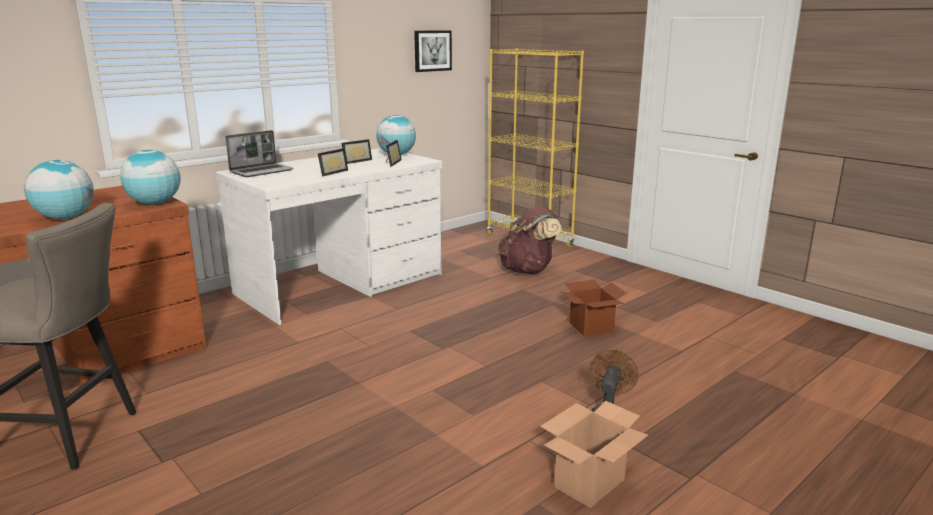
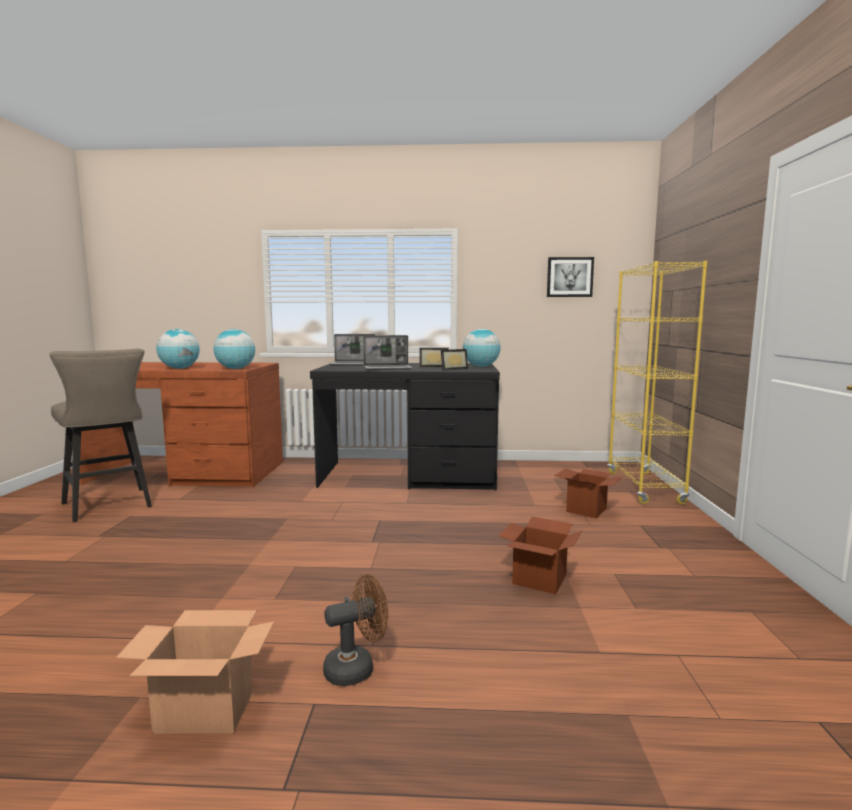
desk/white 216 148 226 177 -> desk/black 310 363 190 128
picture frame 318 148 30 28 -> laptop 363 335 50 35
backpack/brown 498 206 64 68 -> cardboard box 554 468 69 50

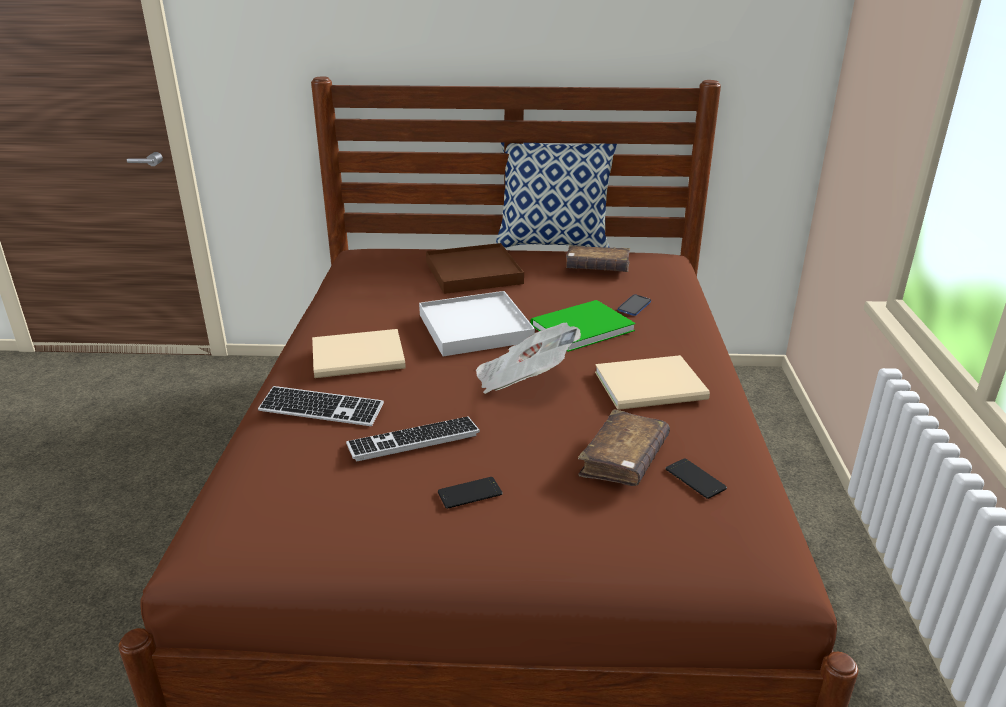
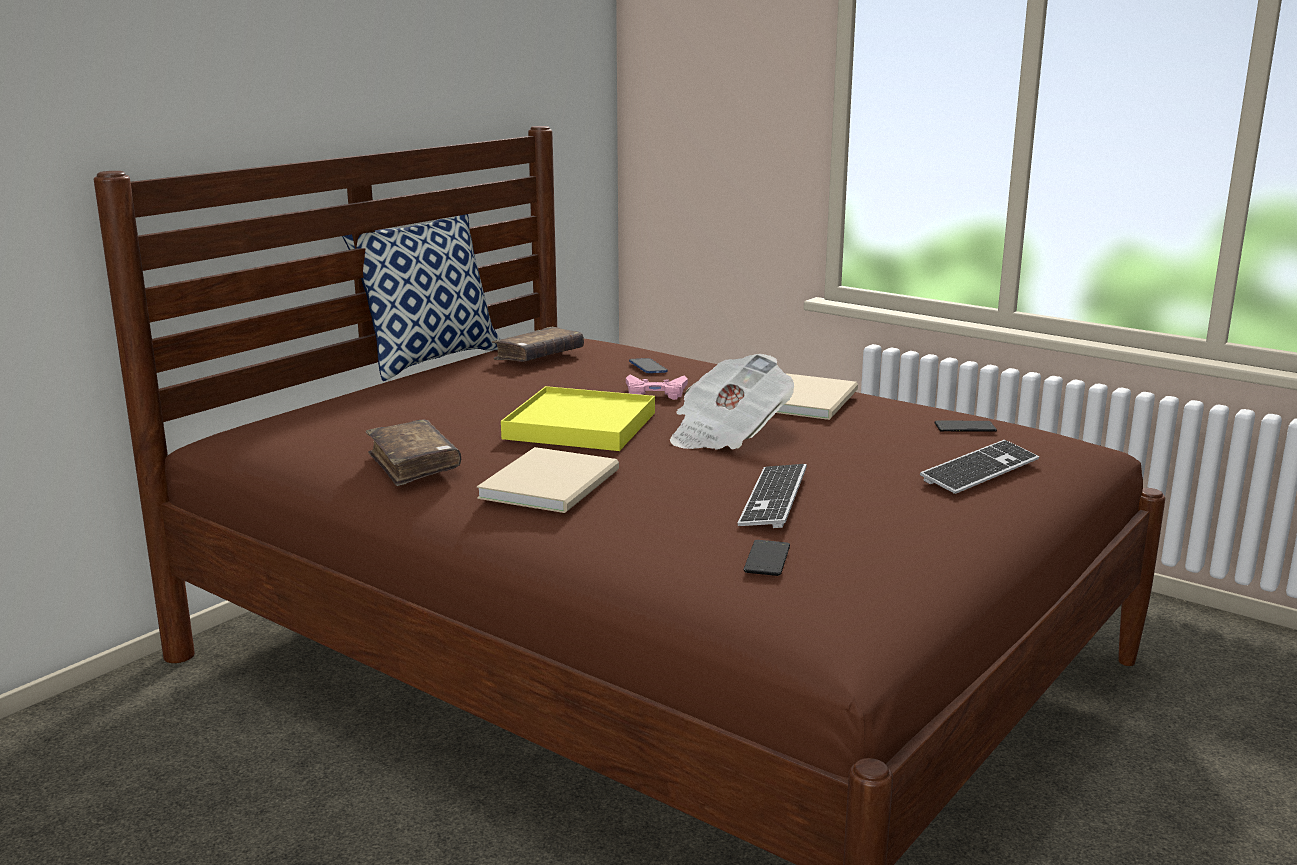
book/brown 578 410 92 76 -> book/brown 366 419 95 67, moved
tray/white 419 291 116 65 -> tray/yellow 501 386 154 65
book/green 531 300 105 52 -> game controller/pink 626 374 62 26
phone 438 477 65 32 -> phone 744 540 46 36, moved
keyboard 258 386 126 40 -> keyboard 920 440 119 54, moved
tray/brown 426 243 98 51 -> none

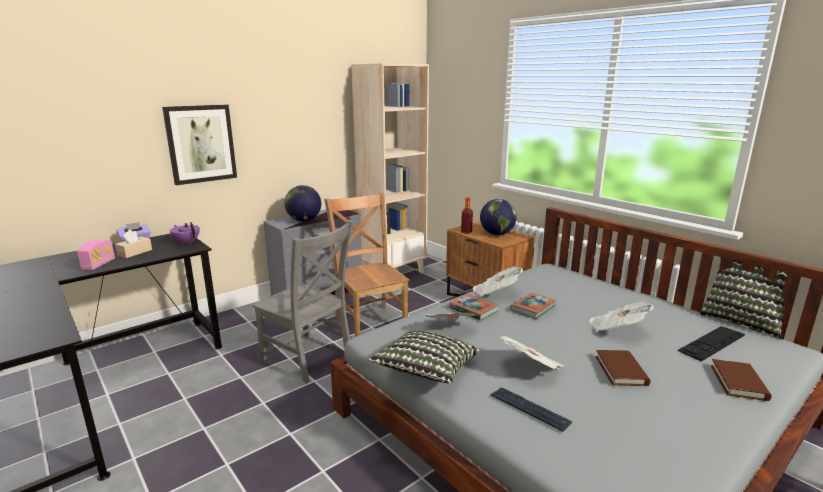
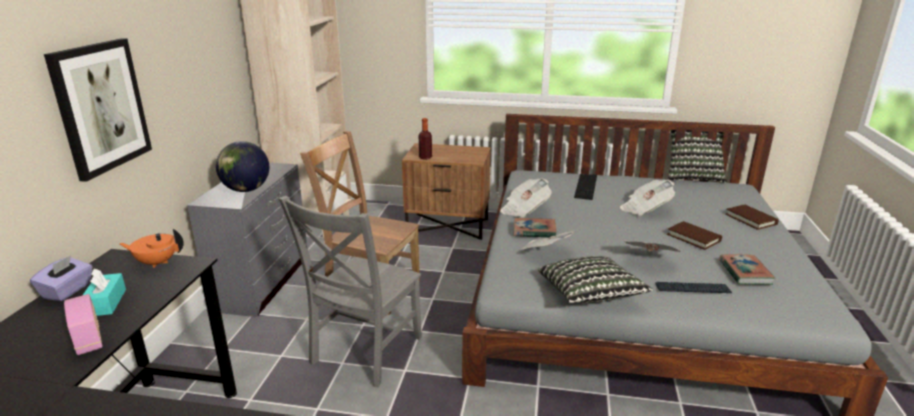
tissue box/beige 115 230 37 28 -> tissue box/turquoise 83 268 43 48
teapot/purple 170 222 30 22 -> teapot/orange 120 229 64 39
chair/grey 252 220 102 163 -> chair/grey 279 196 143 191, 120 degrees clockwise
keyboard 677 326 68 35 -> keyboard 574 174 23 26, moved
book 510 293 46 26 -> book 719 254 56 31, moved
globe 480 199 37 36 -> none

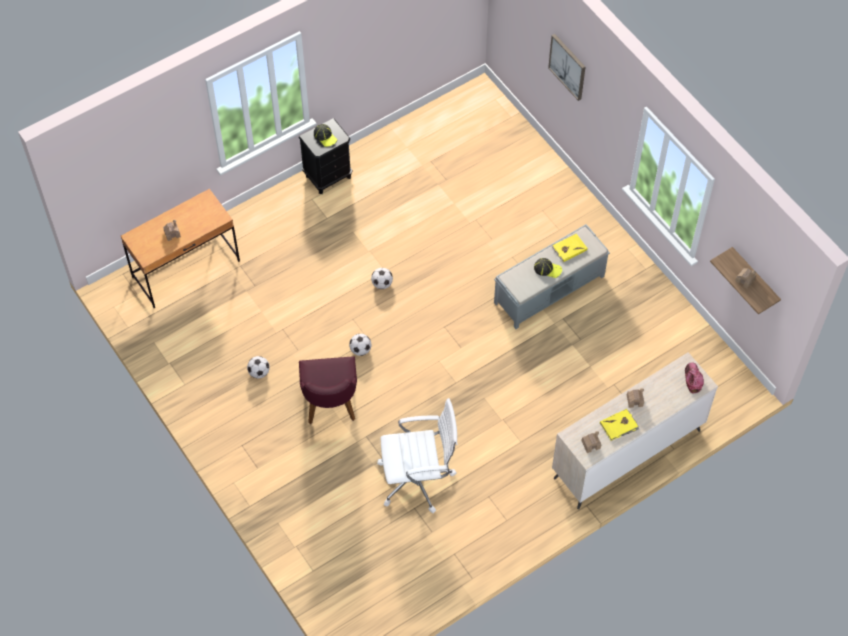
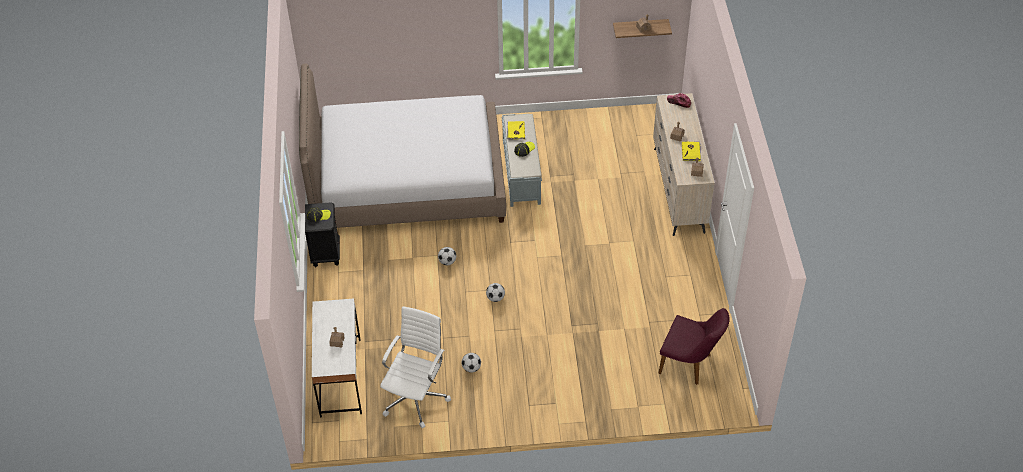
none -> bed 299 63 207 165
desk/brown 121 189 119 119 -> desk/white 312 299 50 118
office chair/white 377 398 81 115 -> office chair/white 380 306 71 122, moved
chair/purple 299 356 58 68 -> chair/purple 658 308 72 77, moved
picture 548 34 37 67 -> none

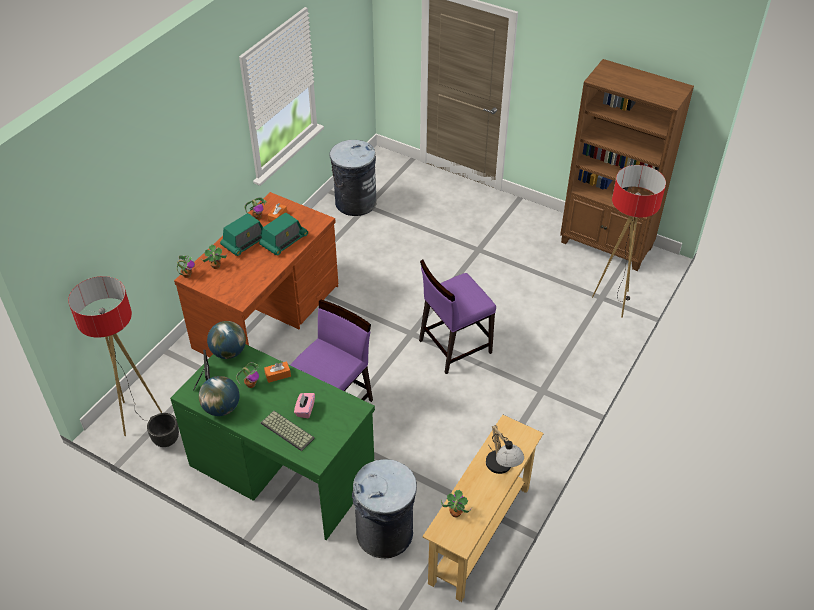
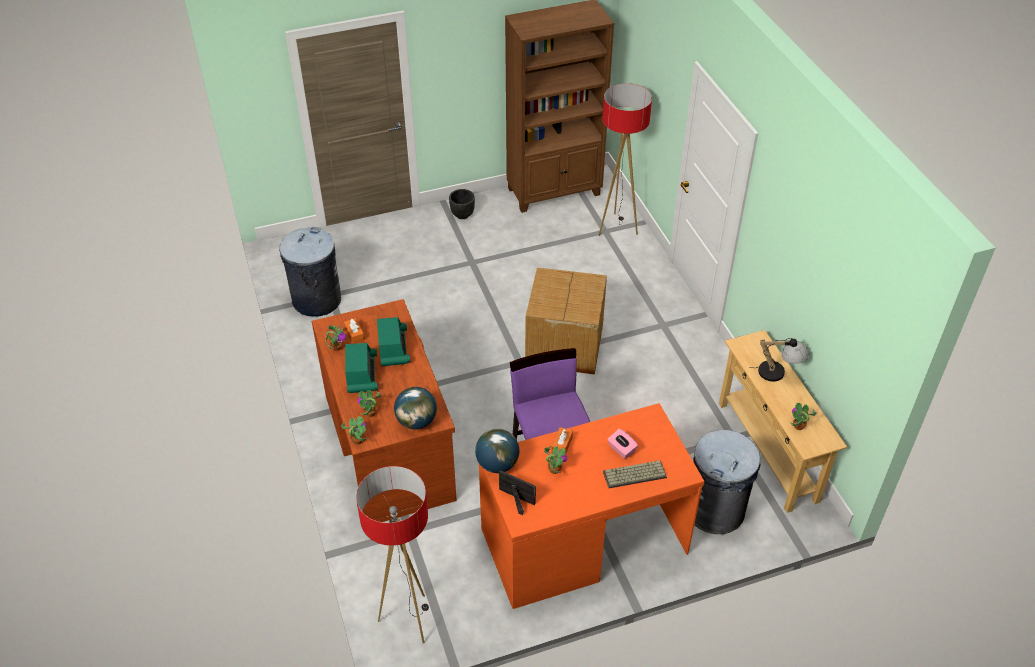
globe 199 376 40 40 -> globe 394 387 43 42, moved
planter/black 147 413 32 34 -> planter/black 449 189 26 30, moved
desk/green 170 344 205 196 -> desk/orange 479 403 225 206
chair/purple 419 260 77 114 -> cardboard box 525 267 82 108

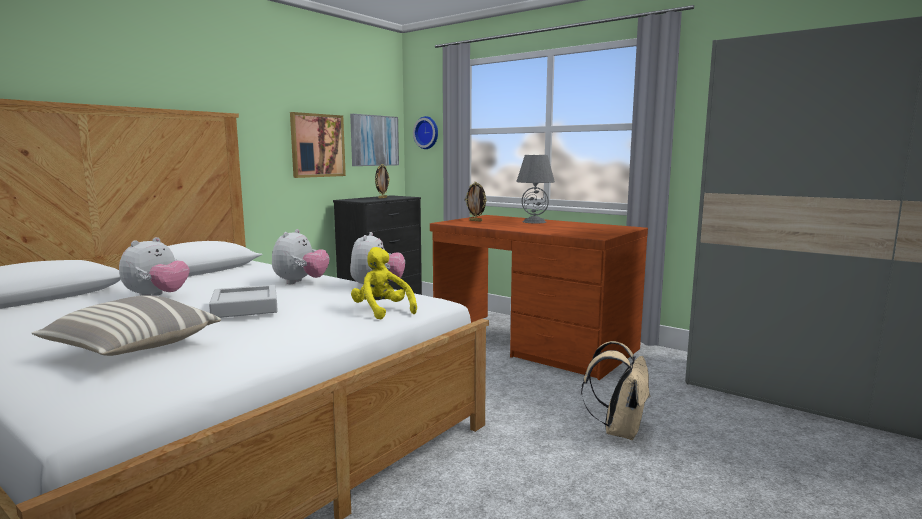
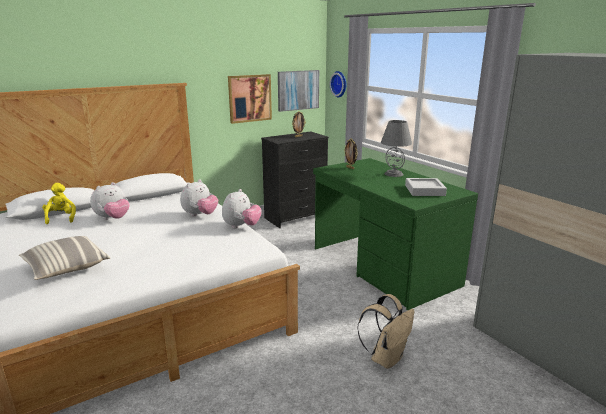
plush toy/yellow 351 247 66 73 -> plush toy/yellow 42 183 34 41, moved
desk/brown 430 215 218 165 -> desk/green 313 158 165 153
tray/grey 209 285 69 33 -> tray/grey 405 178 42 18, moved

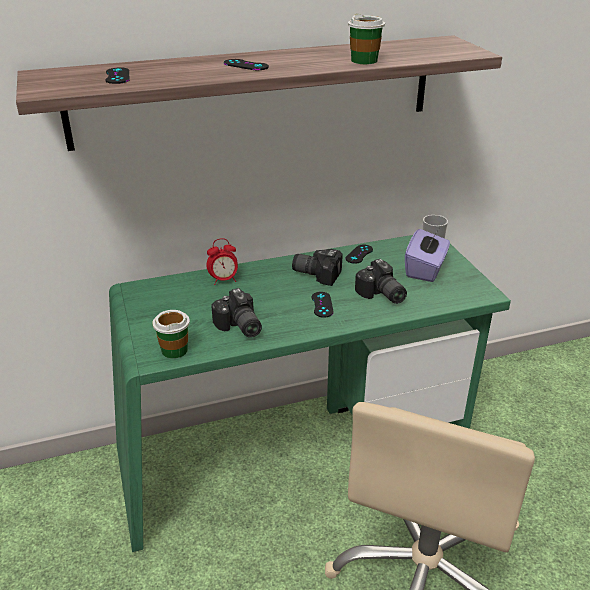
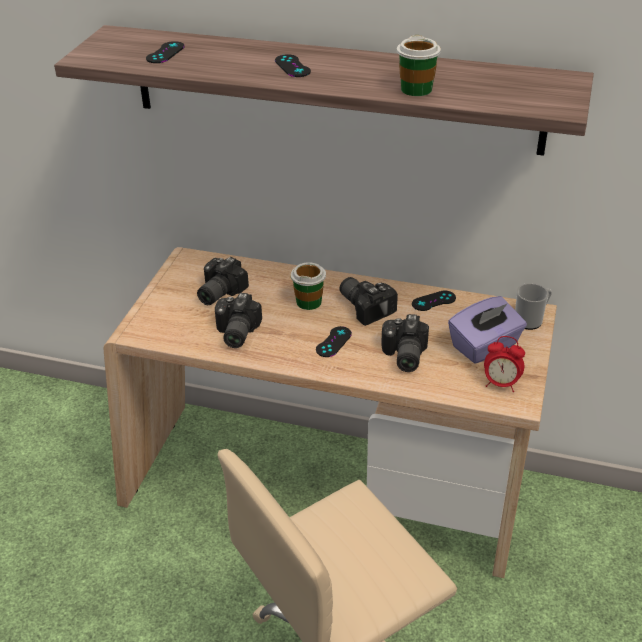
desk/green 109 235 402 317 -> desk/beige 104 247 453 331
none -> photo camera 197 257 52 48
cup 153 310 37 49 -> cup 291 262 35 48, moved
alarm clock 206 238 32 47 -> alarm clock 484 336 41 56, moved

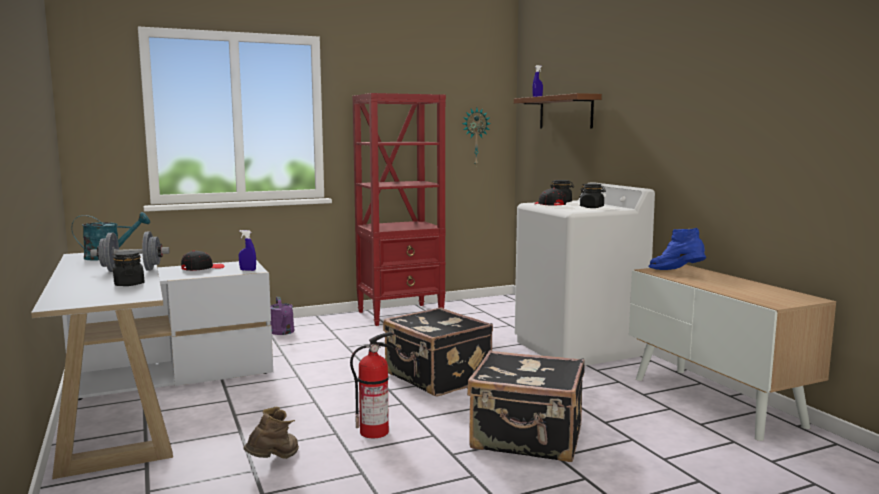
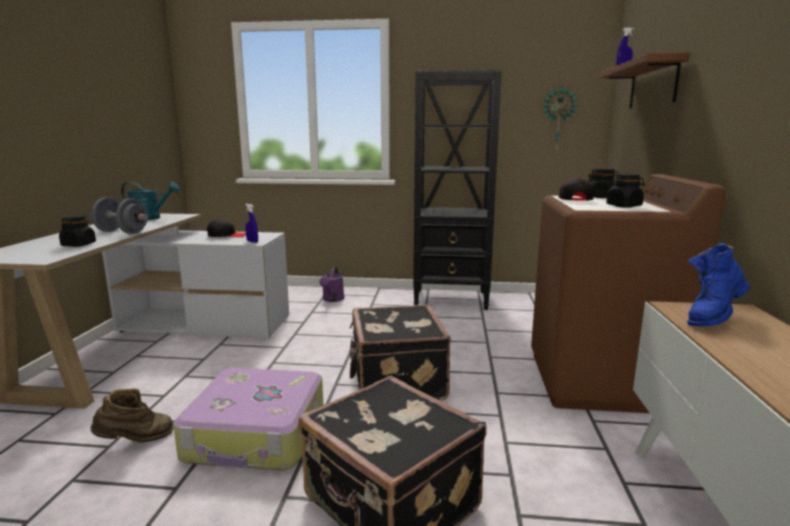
fire extinguisher 350 332 44 106 -> suitcase 173 368 150 102
bookcase/red 352 93 94 233 -> bookcase/black 413 70 89 240
washing machine/white 515 182 140 184 -> washing machine/brown 531 174 195 239
boot/blue 649 228 57 42 -> boot/blue 687 243 63 83, 105 degrees counterclockwise

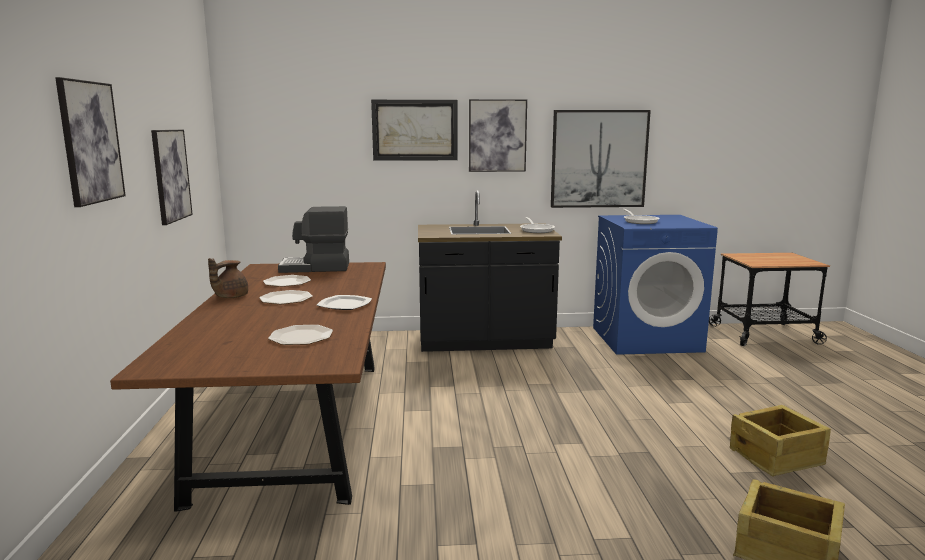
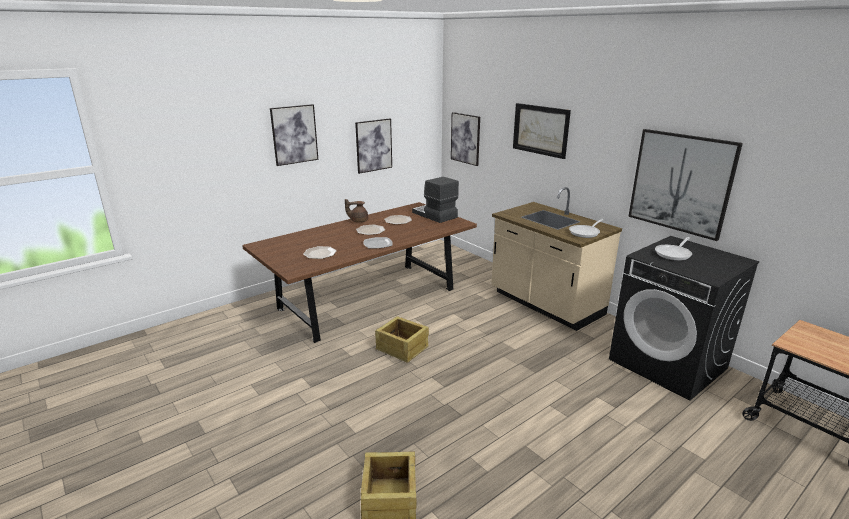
crate 730 405 101 72 -> crate 375 316 54 47, moved
picture 469 99 58 73 -> picture 451 112 29 54, moved
counter/black 418 190 144 162 -> counter/beige 491 187 131 144
washing machine/blue 593 215 125 140 -> washing machine/black 609 236 150 165

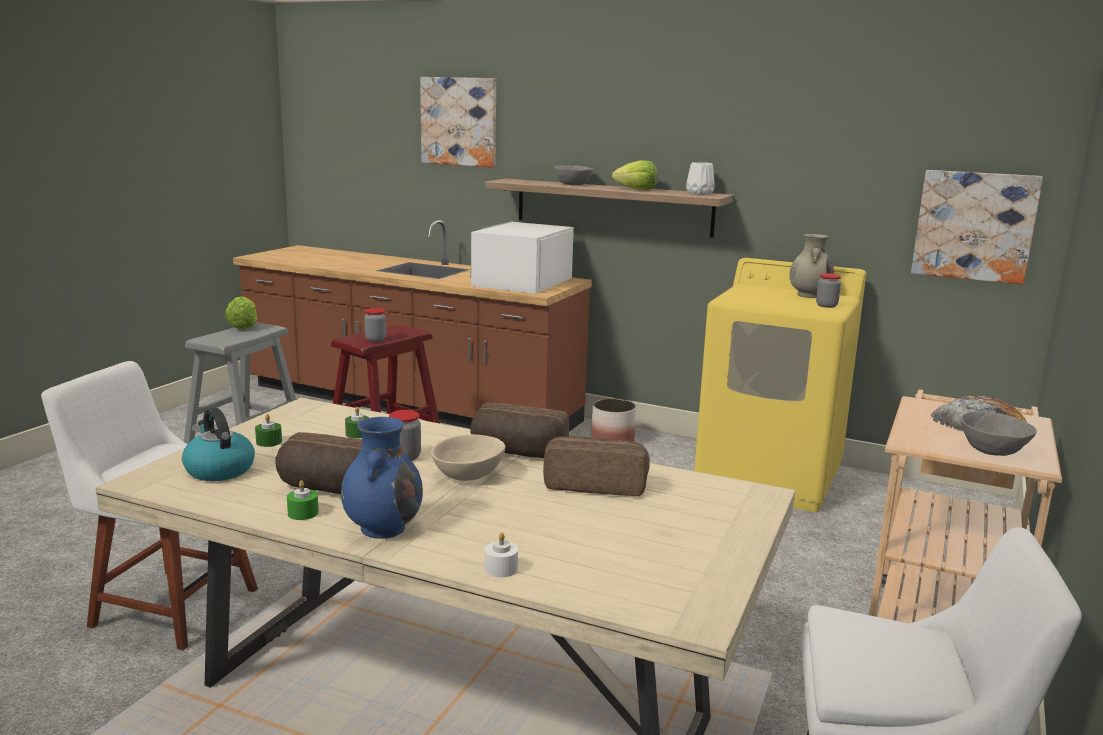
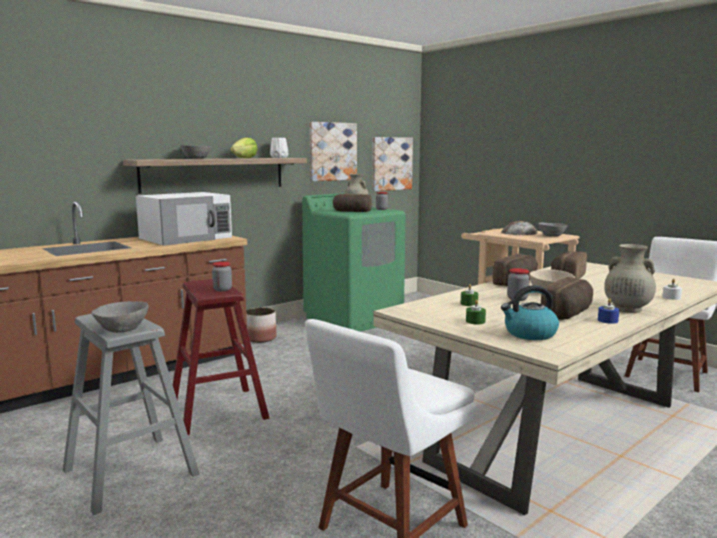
none -> bowl/grey 92 301 57 32
microwave/white 471 221 103 73 -> microwave/white 136 192 96 54, 90 degrees counterclockwise
washing machine/yellow 694 258 172 255 -> washing machine/green 302 193 104 139
picture 420 77 76 90 -> picture 309 122 48 59, moved
none -> bread 333 194 39 18
candle/green 287 480 32 40 -> candle/blue 598 299 21 25
vase/blue 341 417 82 122 -> vase/beige 604 244 52 69
lettuce 225 296 32 33 -> none

